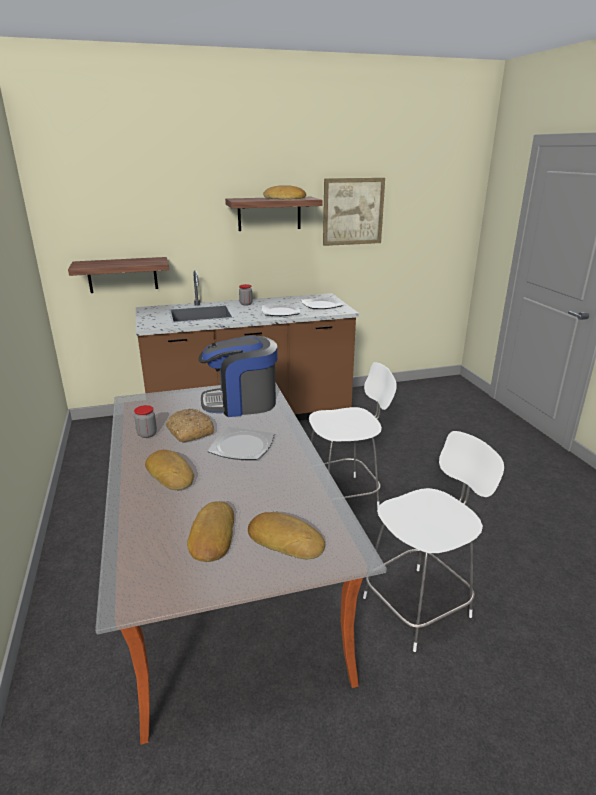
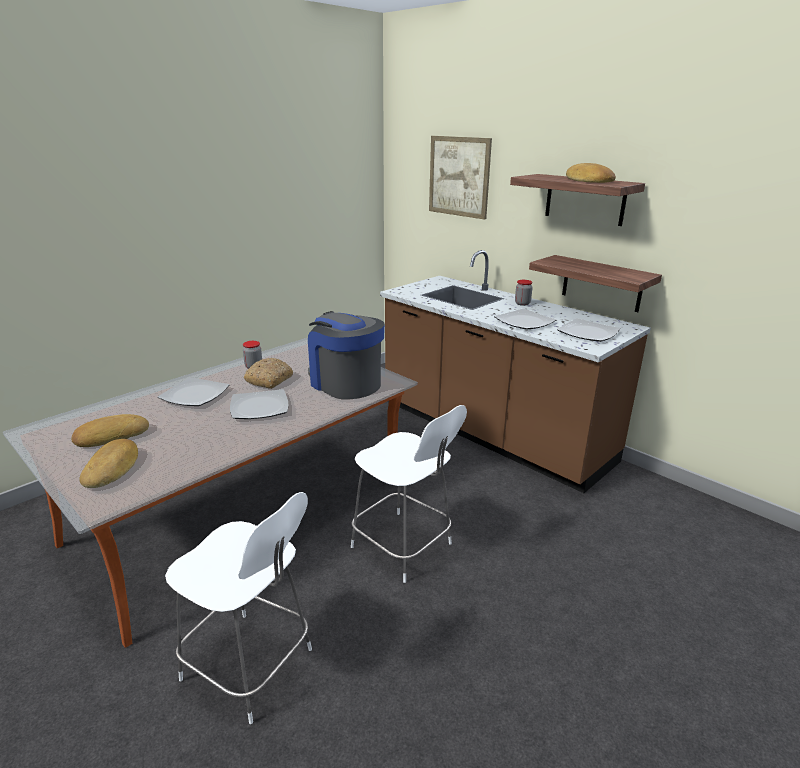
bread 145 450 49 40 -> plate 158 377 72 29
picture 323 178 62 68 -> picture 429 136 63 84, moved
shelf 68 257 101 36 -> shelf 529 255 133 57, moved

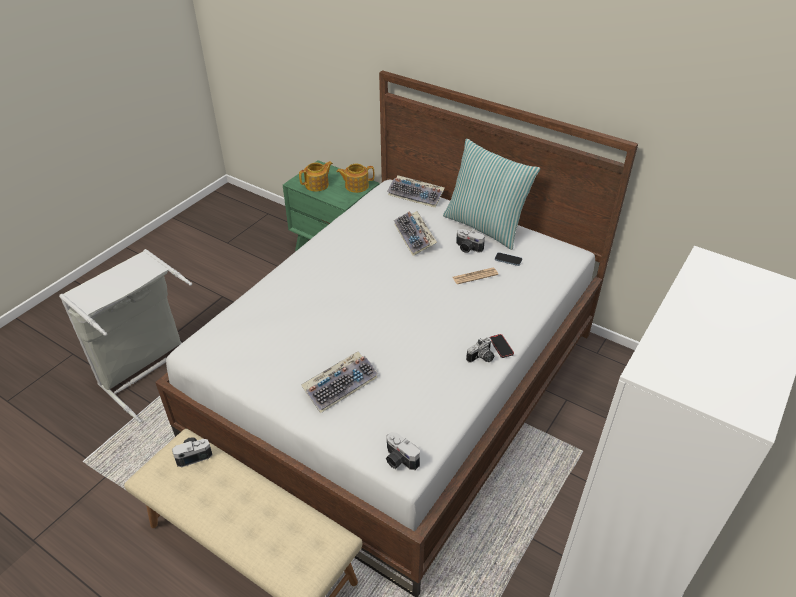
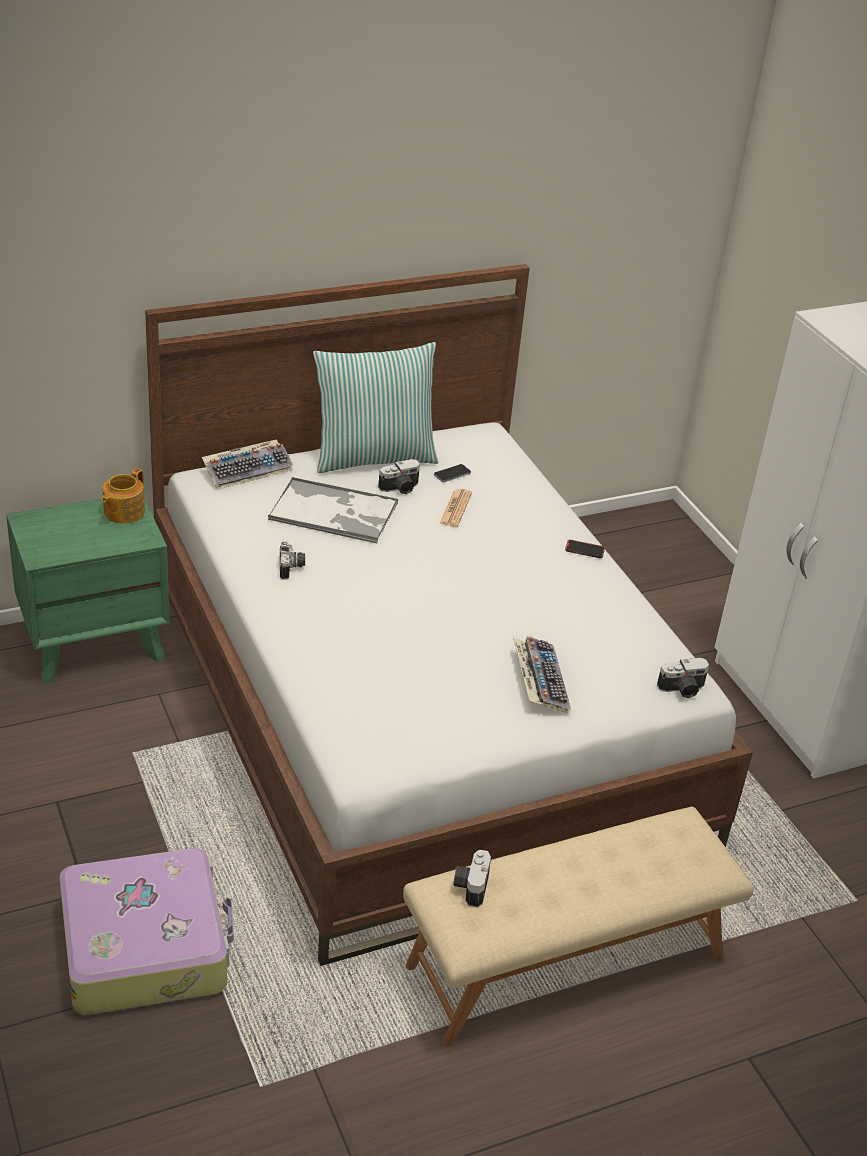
laundry basket/grey 59 249 133 174 -> suitcase 60 848 174 167
keyboard 394 211 43 45 -> tray 268 477 130 66
photo camera 466 337 28 26 -> photo camera 280 541 25 39, moved
teapot 299 161 34 31 -> none

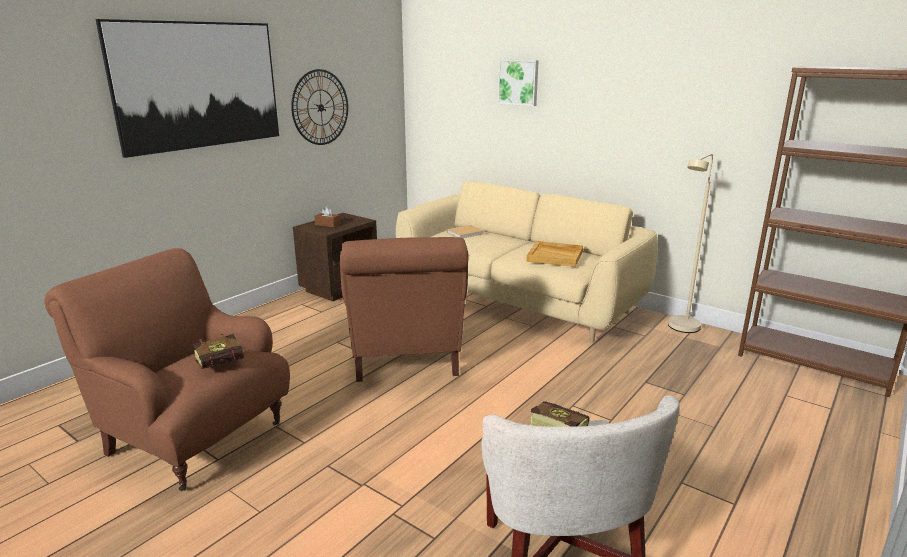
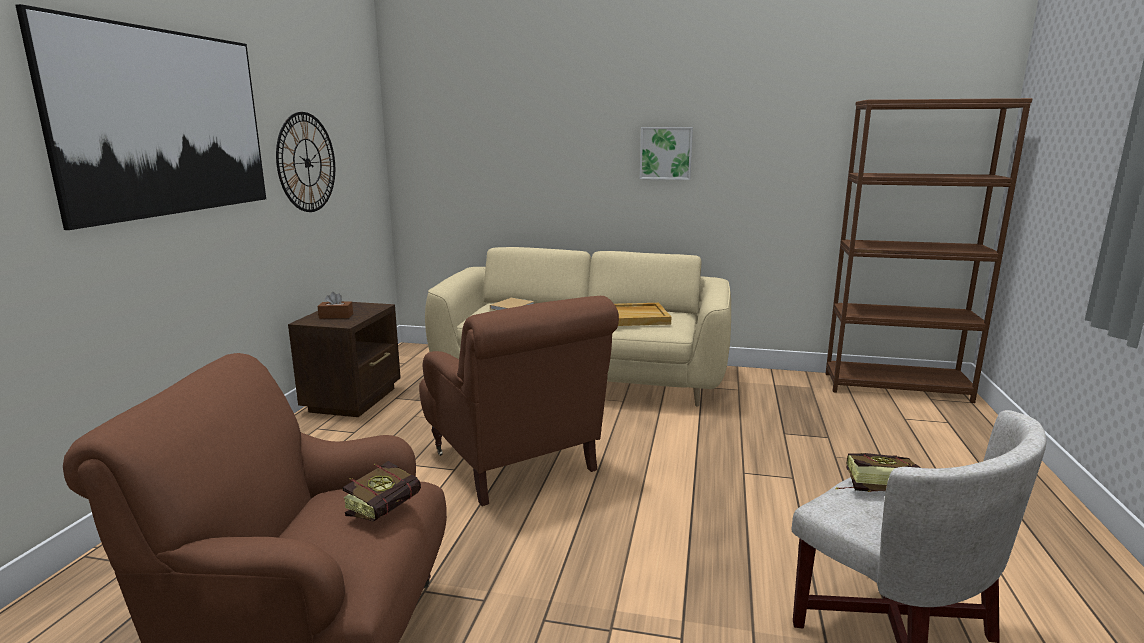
picture 498 60 41 46 -> picture 640 127 53 53, moved
floor lamp/beige 668 154 45 179 -> none

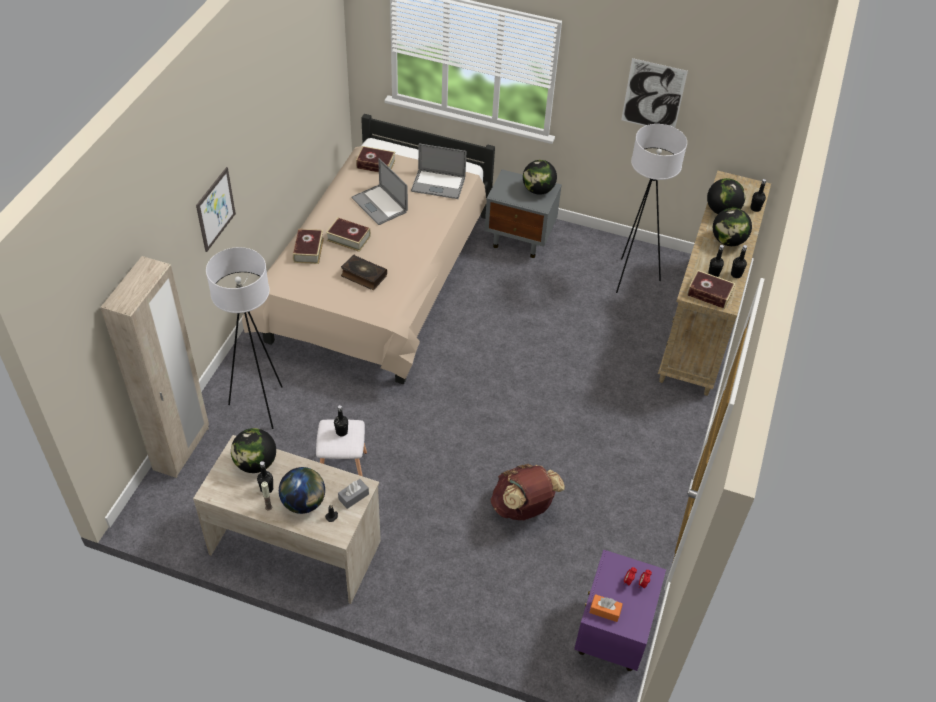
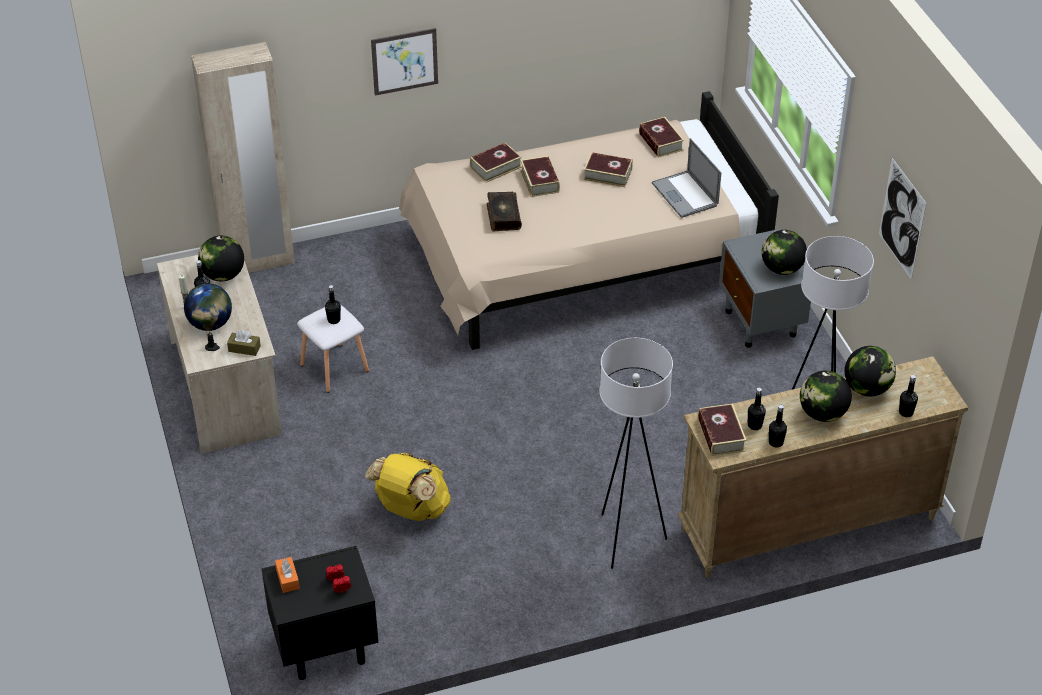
tissue box/grey 338 479 31 30 -> tissue box/brown 227 330 34 26
nightstand/purple 574 550 92 121 -> nightstand/black 262 546 116 134
backpack/brown 490 464 75 56 -> backpack/yellow 365 453 86 68
laptop 352 158 56 67 -> book 584 152 49 35
floor lamp/white 206 247 77 182 -> floor lamp/white 600 338 73 231, moved

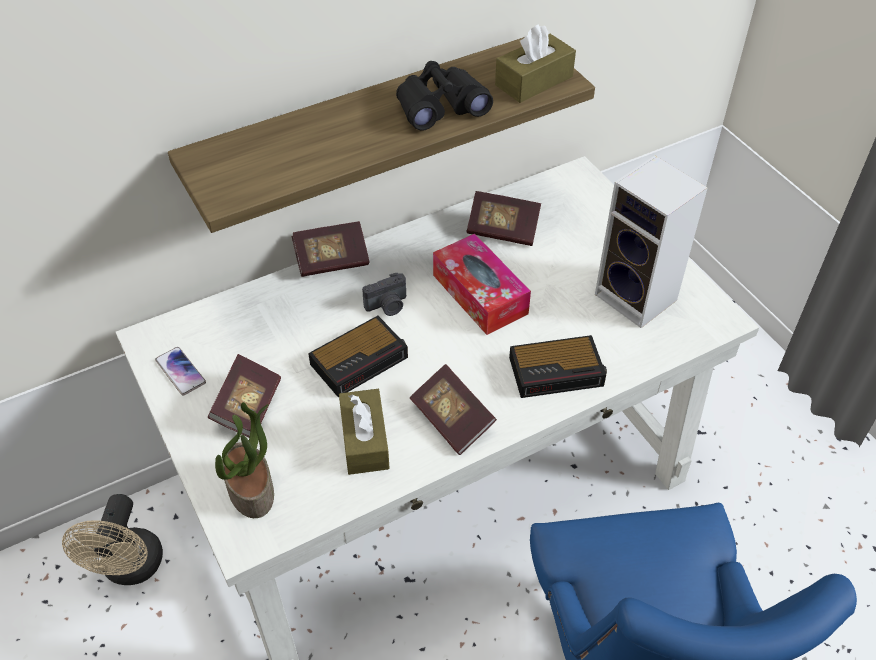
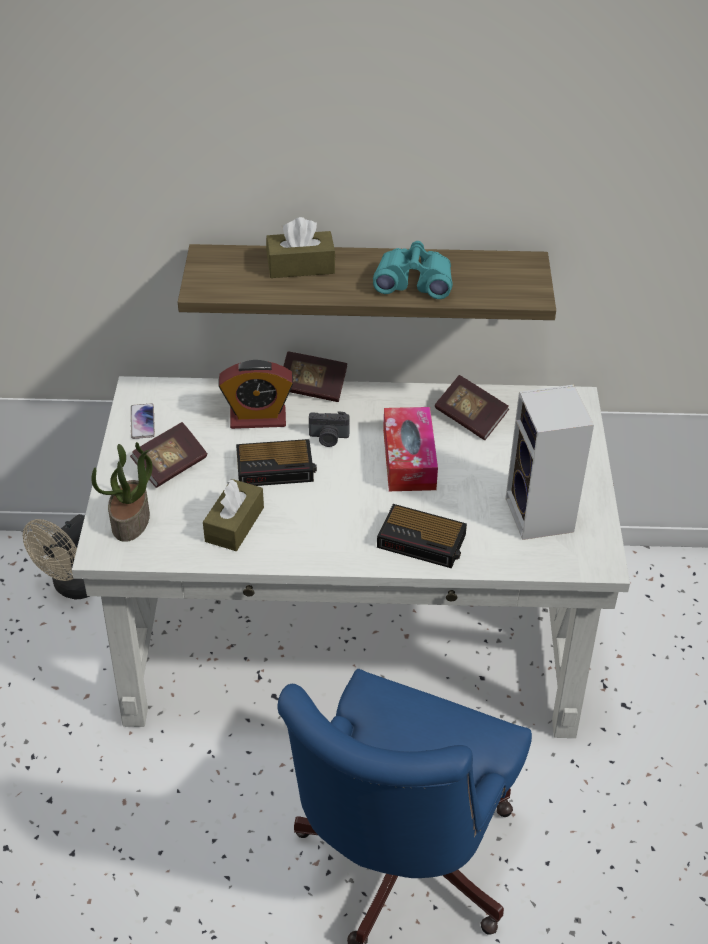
none -> alarm clock 218 360 75 69
tissue box/brown 495 24 81 79 -> tissue box/brown 266 217 69 61, moved
binoculars/black 396 61 97 70 -> binoculars/turquoise 373 241 80 58
book 410 364 87 91 -> none

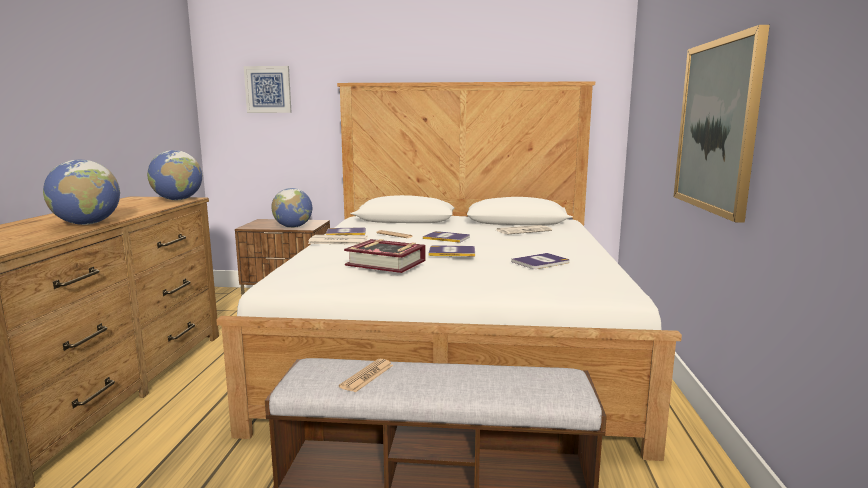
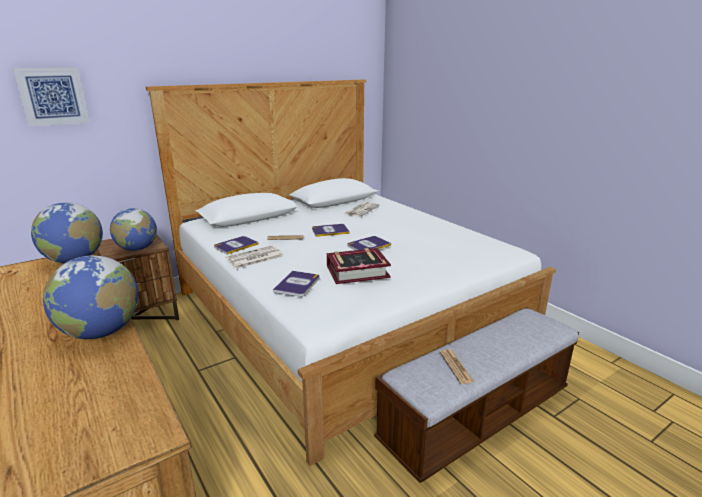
book 511 253 59 16 -> book 273 271 47 26, moved
picture 674 25 96 198 -> none

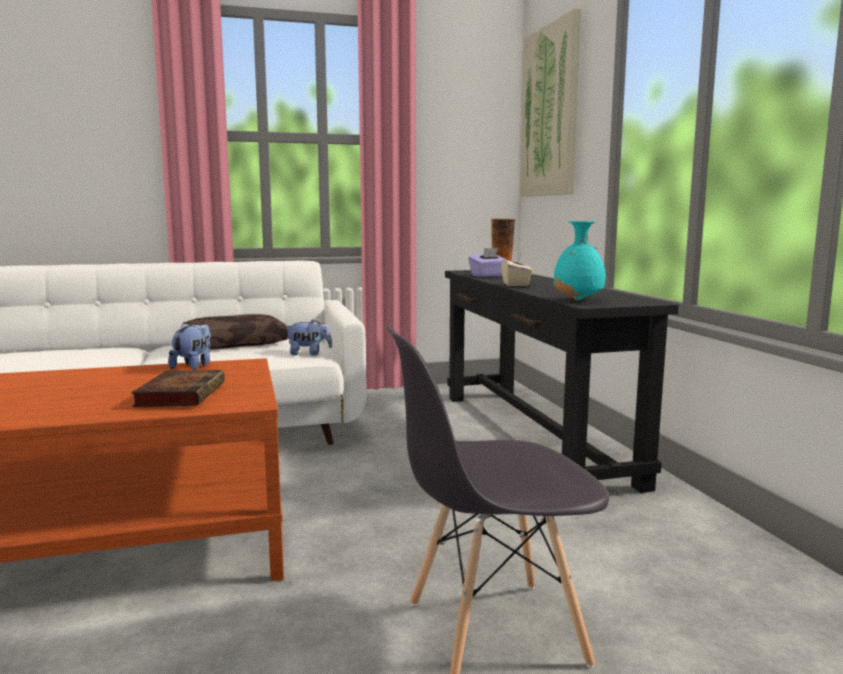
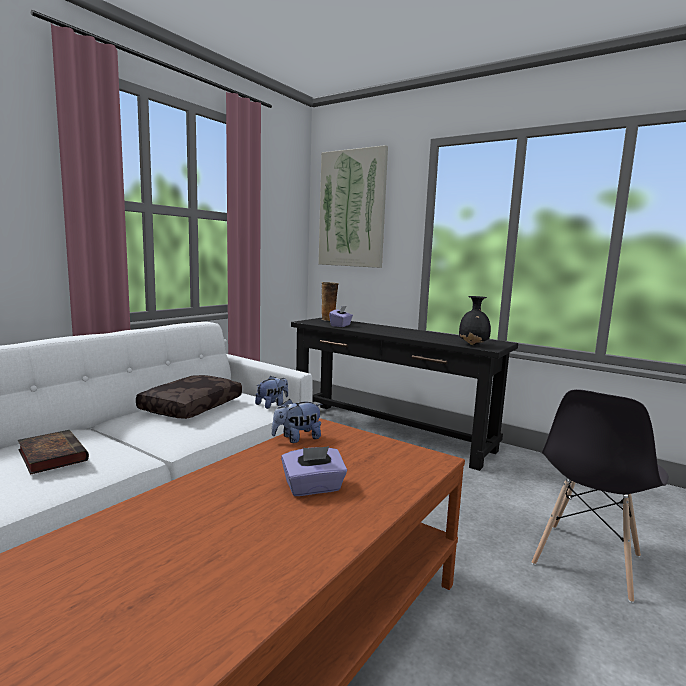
book 131 370 94 37 -> book 18 430 71 45, moved
plush toy 168 323 43 47 -> plush toy 271 399 51 44, 90 degrees counterclockwise
none -> tissue box/purple 281 446 66 50
vase/turquoise 553 221 53 79 -> vase/black 459 296 32 49
tissue box/beige 501 253 32 33 -> none

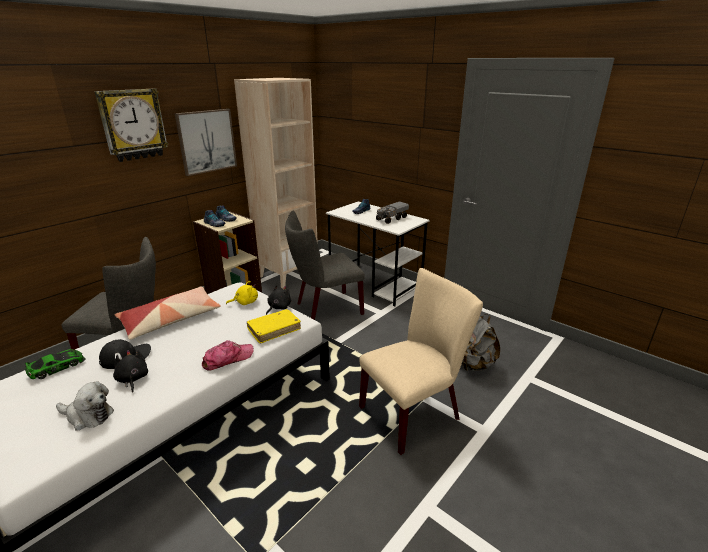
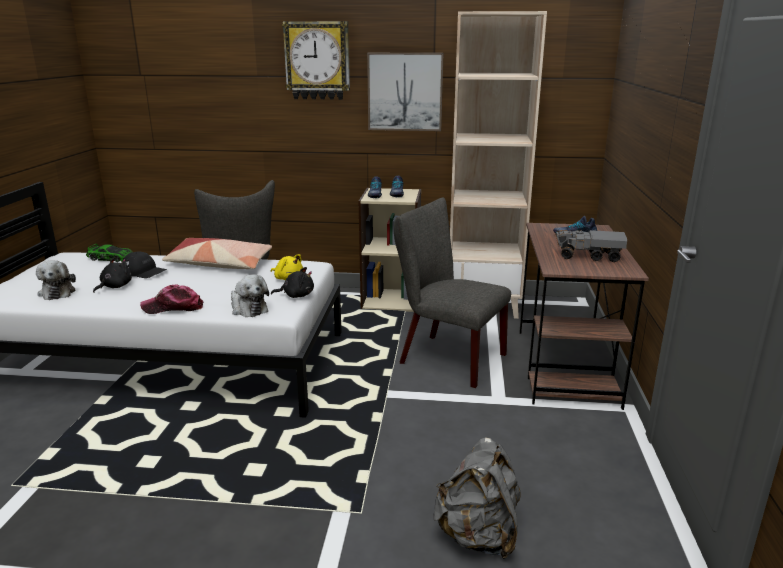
cap 202 340 52 31 -> cap 140 285 63 29, 150 degrees clockwise
book/yellow 247 309 54 34 -> plush toy 231 274 38 43
desk/white 326 202 104 104 -> desk/brown 519 223 130 187
chair/beige 359 268 124 187 -> none

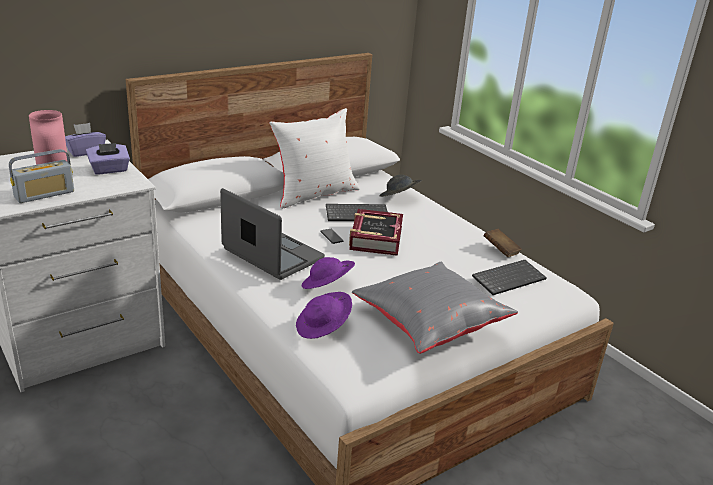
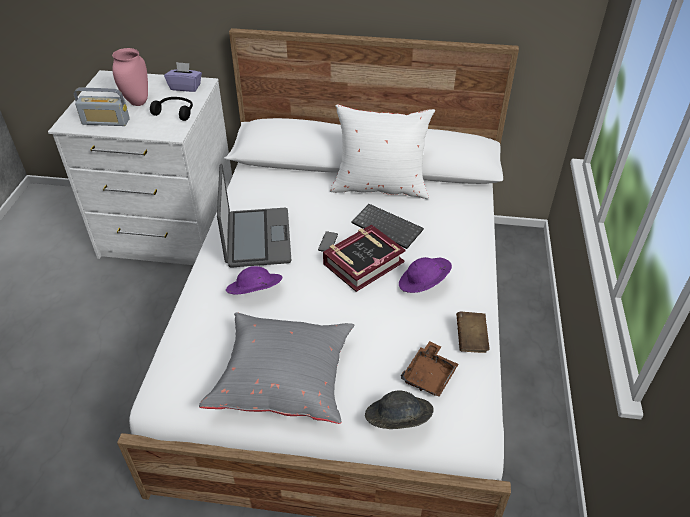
tissue box/purple 86 143 44 32 -> headphones/black 150 97 43 24
hat/grey 379 175 43 22 -> hat/grey 365 391 69 38, moved
hat/purple 296 292 56 47 -> hat/purple 399 257 53 36, moved
keyboard 472 260 75 35 -> tray/brown 401 341 58 56

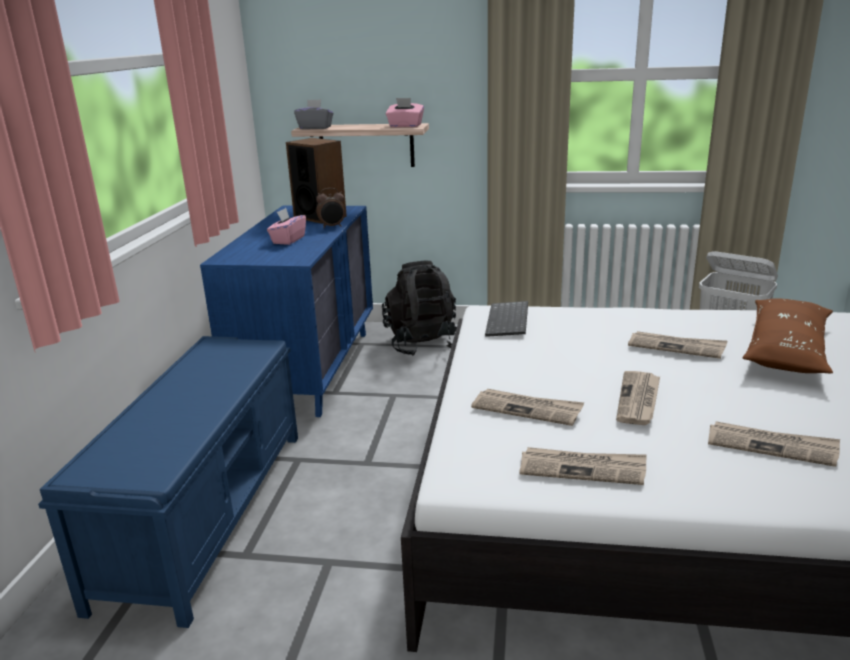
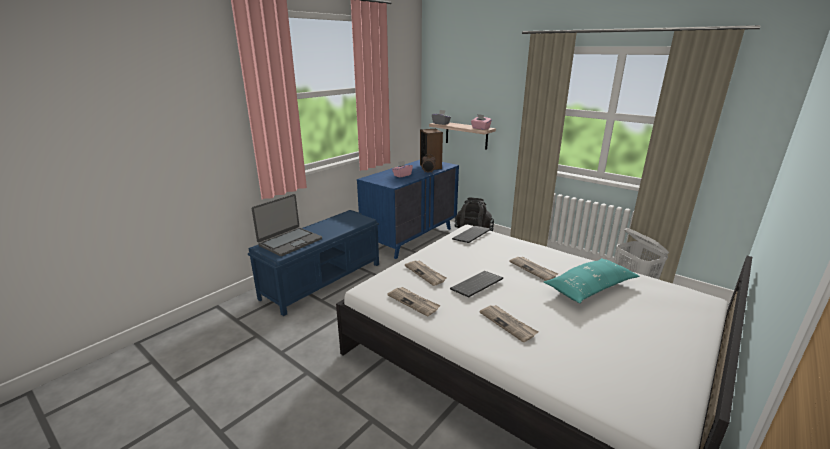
none -> laptop 252 194 70 62
newspaper 616 371 44 54 -> keyboard 450 271 53 27
pillow/brown 743 298 90 75 -> pillow/turquoise 544 258 96 45

